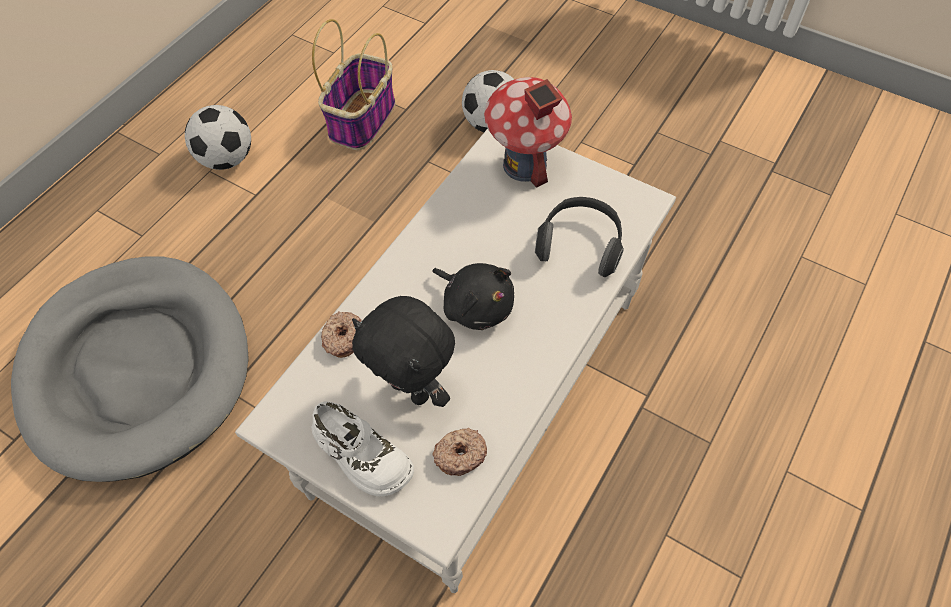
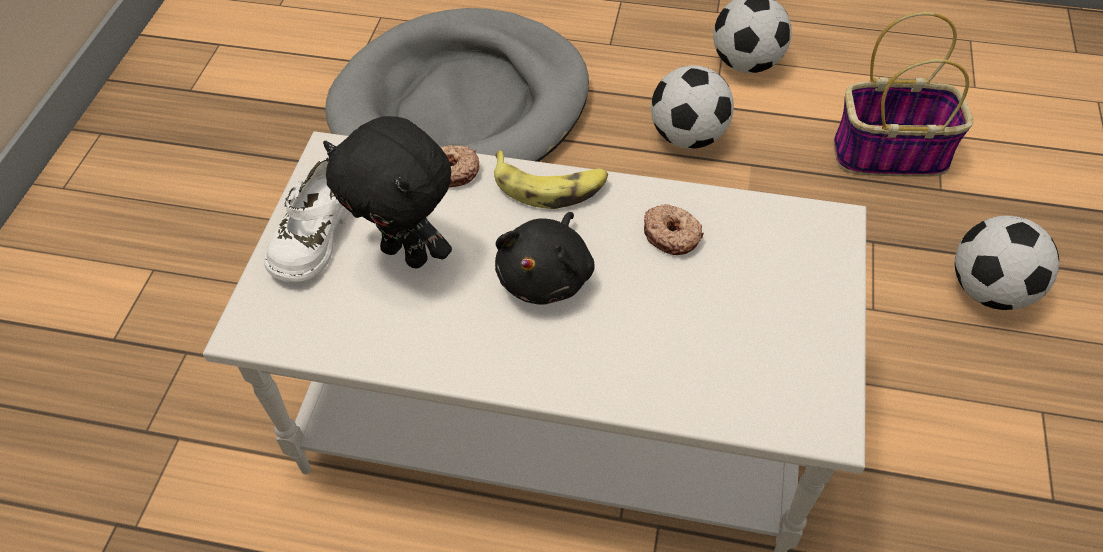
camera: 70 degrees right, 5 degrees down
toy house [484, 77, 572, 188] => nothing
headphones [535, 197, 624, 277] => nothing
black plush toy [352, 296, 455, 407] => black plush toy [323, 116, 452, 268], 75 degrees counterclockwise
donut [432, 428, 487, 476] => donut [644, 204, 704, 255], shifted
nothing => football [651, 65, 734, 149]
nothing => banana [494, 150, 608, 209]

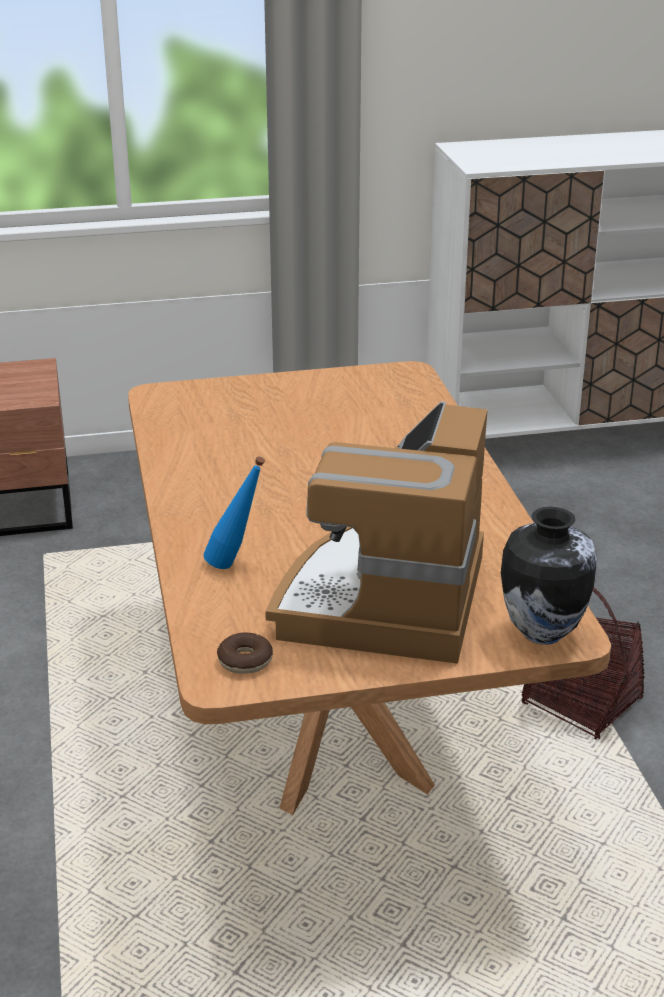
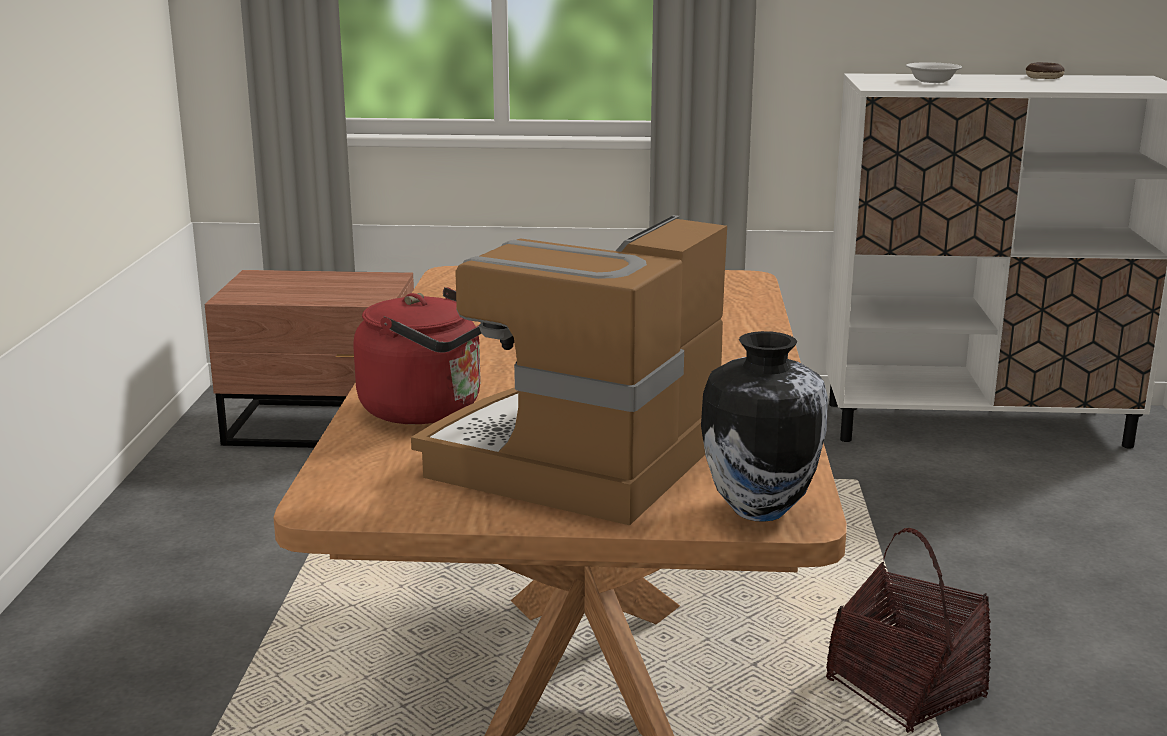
camera: 15 degrees right, 10 degrees down
blue bottle [203, 456, 265, 569] => red kettle [353, 287, 482, 424]
donut [217, 632, 273, 674] => donut [1026, 62, 1065, 79], shifted
nothing => white bowl [906, 62, 962, 83]

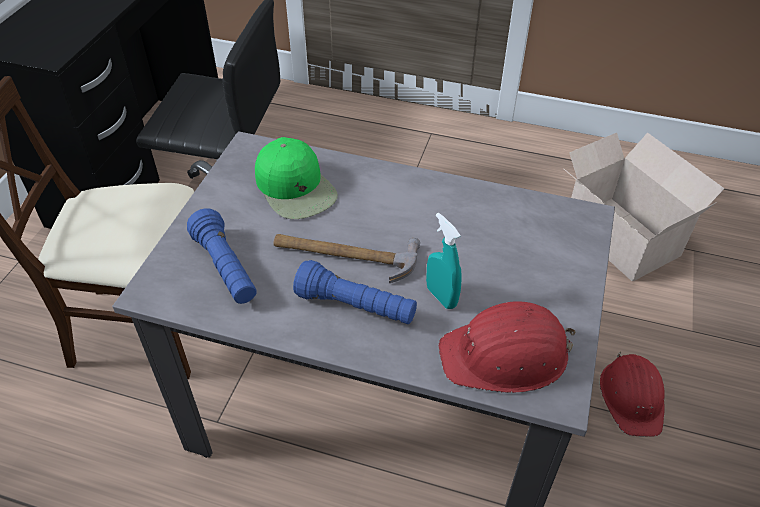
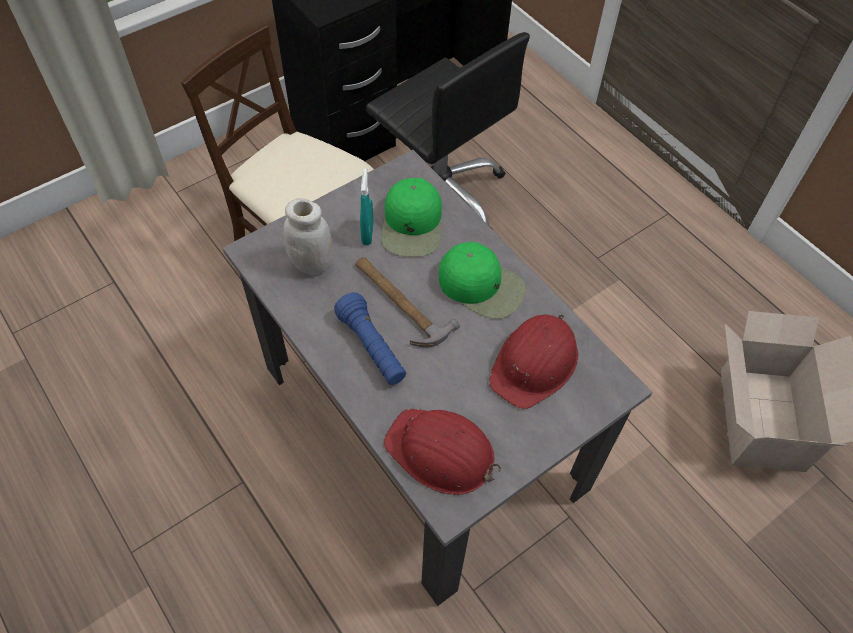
camera: 35 degrees right, 10 degrees up
blue flashlight [187, 208, 257, 304] => white jar [283, 198, 332, 275]
turquoise spray bottle [426, 213, 462, 309] => turquoise spray bottle [360, 168, 374, 245], shifted
red hard hat [600, 351, 665, 437] => red hard hat [489, 314, 579, 409], shifted
nothing => green cap [439, 242, 526, 319]

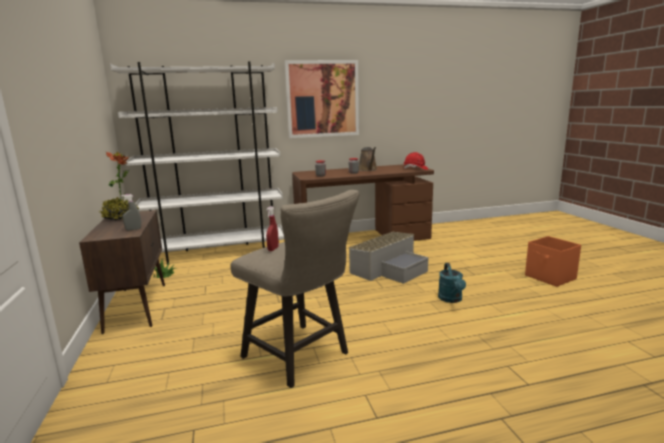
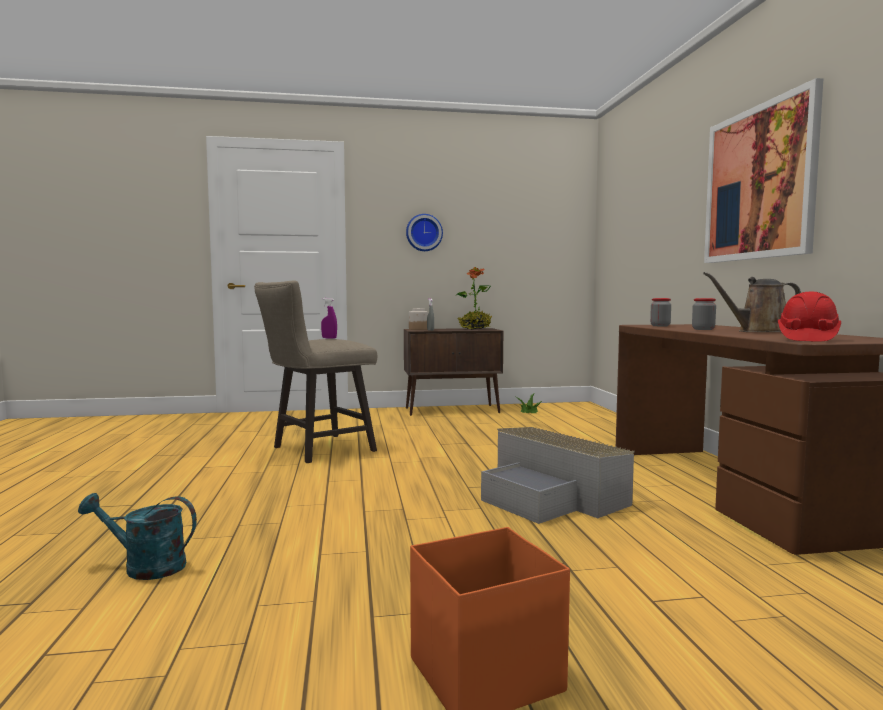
camera: 95 degrees right, 10 degrees down
white bookcase [110, 61, 284, 264] => nothing
red spray bottle [266, 206, 279, 251] => purple spray bottle [321, 298, 337, 339]
turquoise watering can [438, 263, 466, 303] => turquoise watering can [78, 493, 197, 580], shifted
nothing => wall clock [406, 214, 443, 251]
nothing => jar [409, 308, 428, 330]

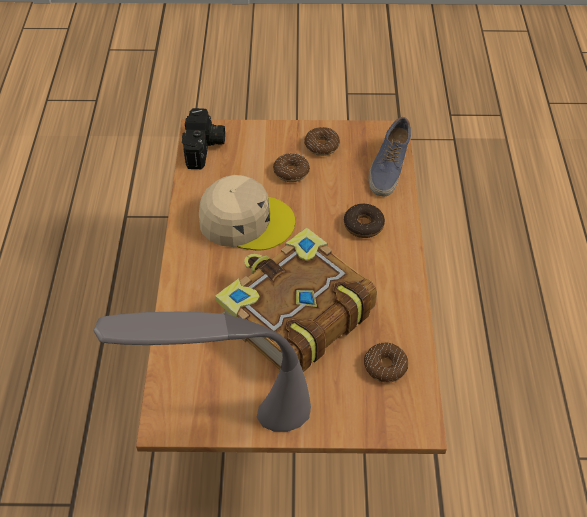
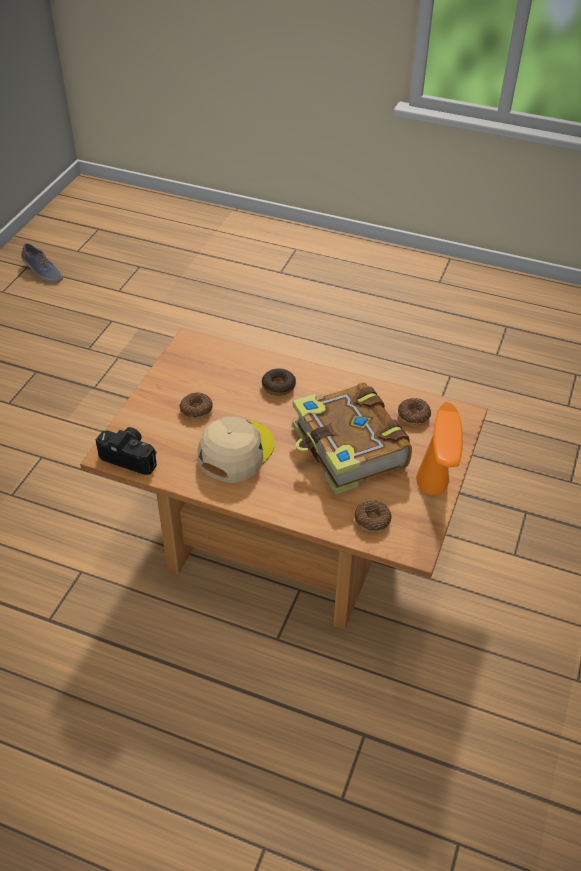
camera: 70 degrees left, 5 degrees down
shoe [368, 117, 411, 196] => shoe [21, 243, 63, 283], shifted
donut [304, 127, 340, 156] => donut [355, 500, 392, 532], shifted
grey table lamp [93, 312, 311, 432] => orange table lamp [416, 402, 463, 495]

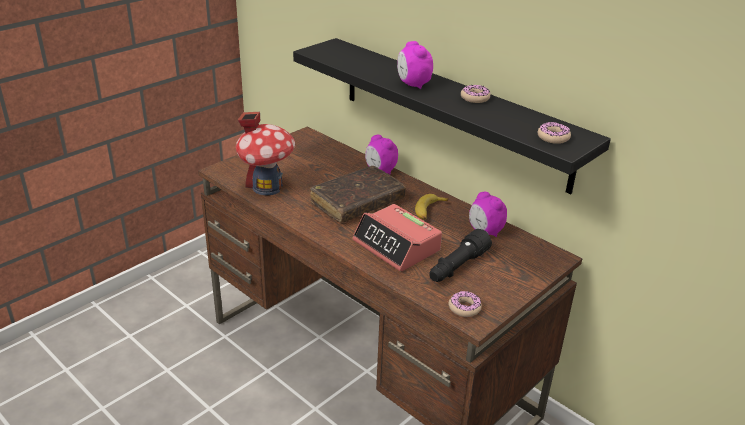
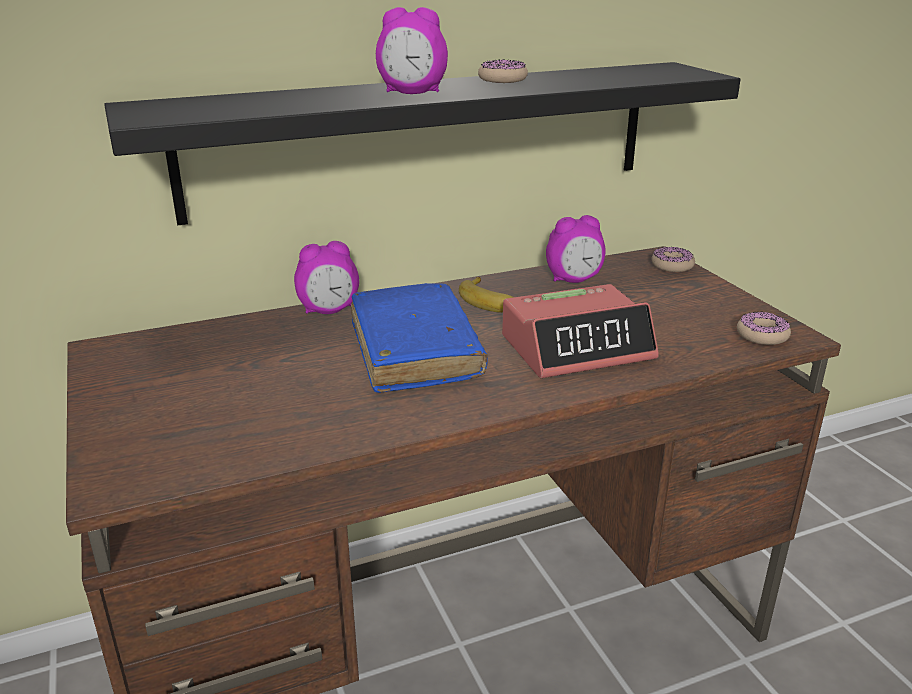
camera: 65 degrees left, 5 degrees down
toy house [236, 112, 295, 195] => nothing
donut [538, 122, 571, 144] => donut [651, 247, 695, 272], shifted
brown book [310, 166, 406, 223] => blue book [351, 283, 488, 393]
black flashlight [429, 229, 492, 282] => nothing

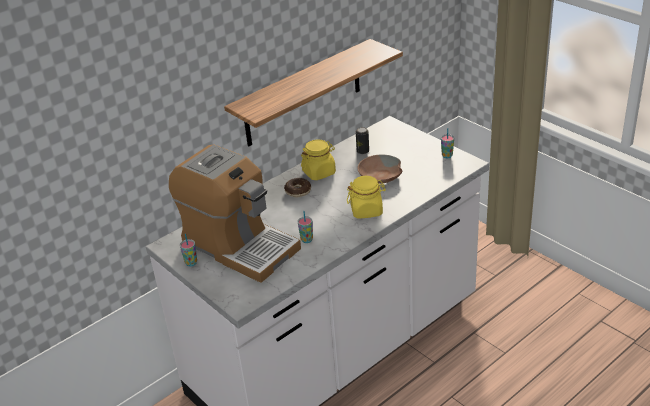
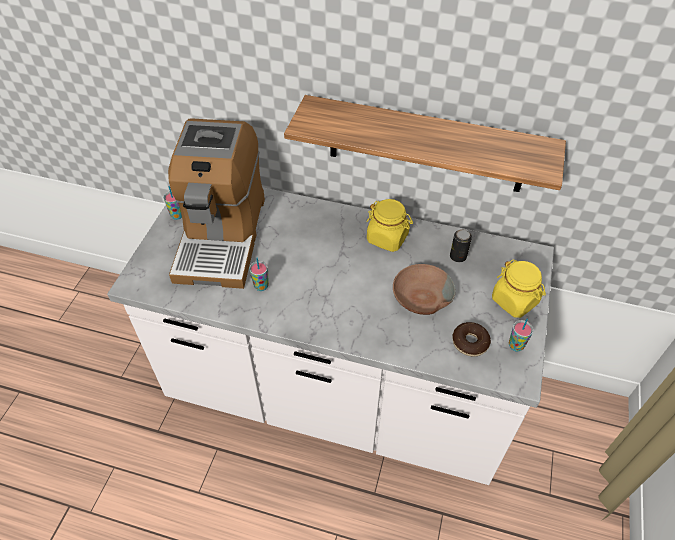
camera: 55 degrees right, 15 degrees up
yellow jar [347, 176, 386, 219] => yellow jar [492, 259, 546, 318], shifted
donut [284, 178, 311, 197] => donut [452, 322, 491, 357], shifted

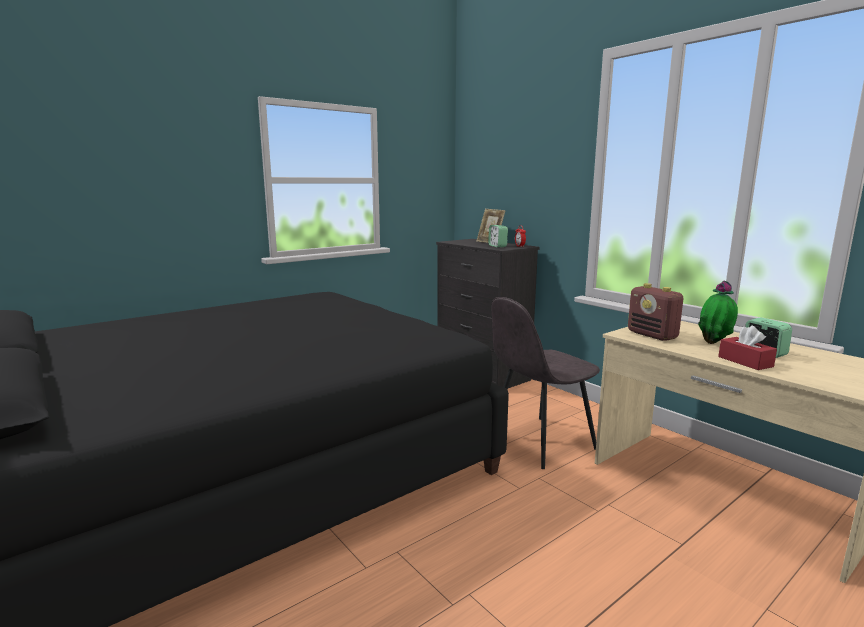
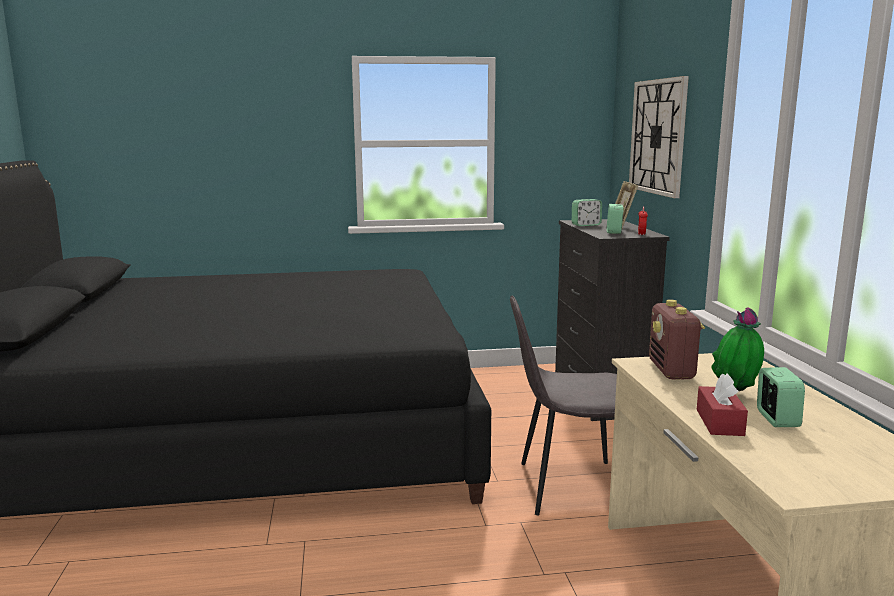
camera: 30 degrees right, 0 degrees up
nothing => wall clock [629, 76, 689, 198]
nothing => alarm clock [572, 199, 602, 226]

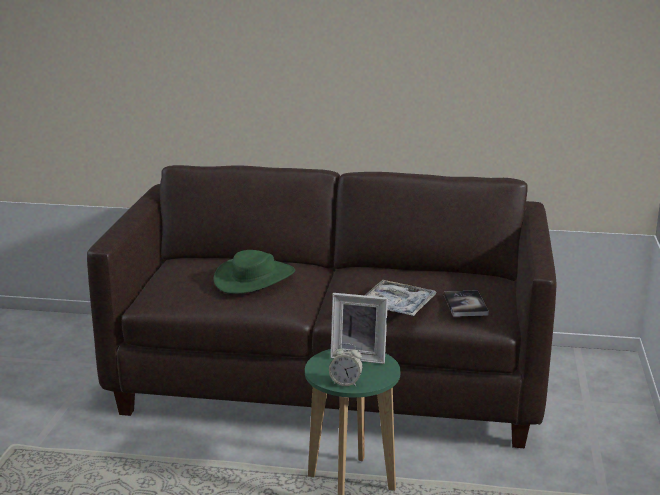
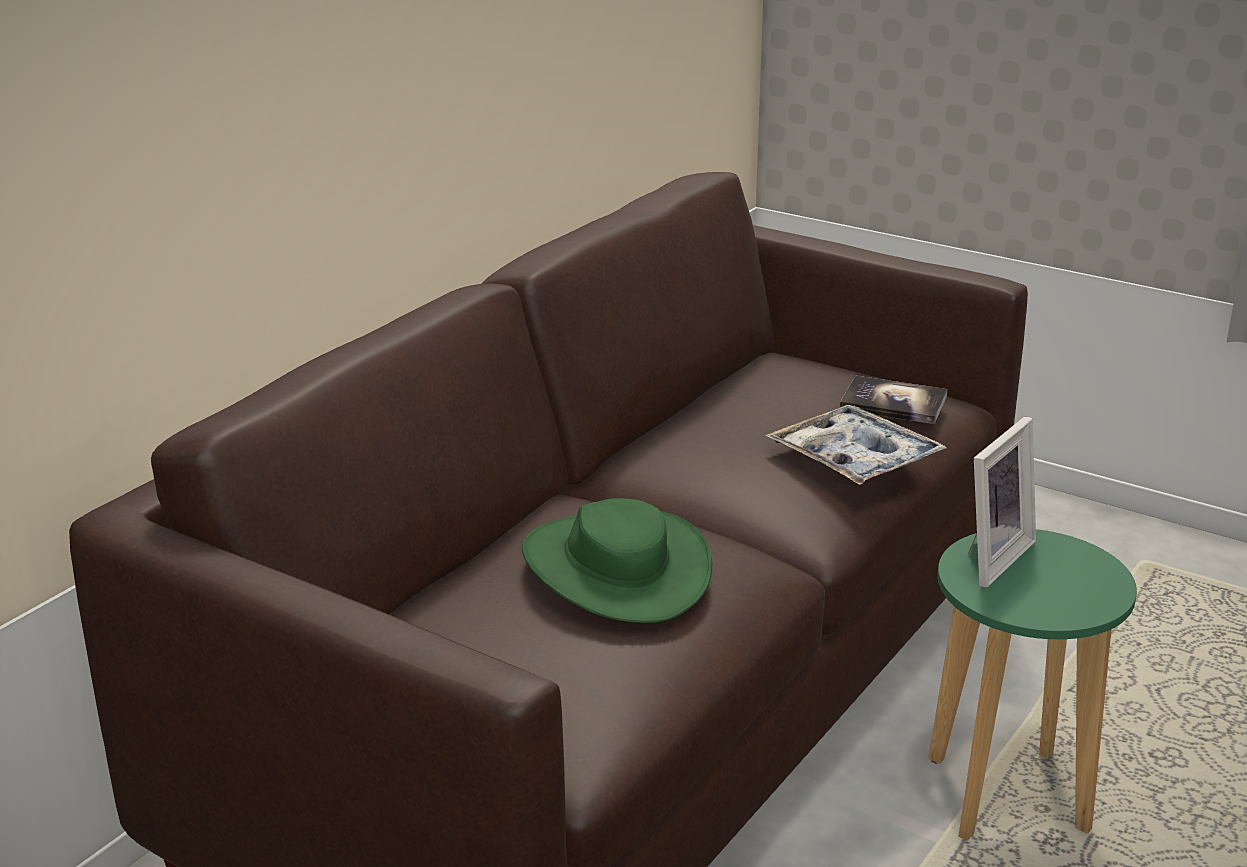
camera: 65 degrees left, 5 degrees up
alarm clock [329, 343, 363, 387] => nothing

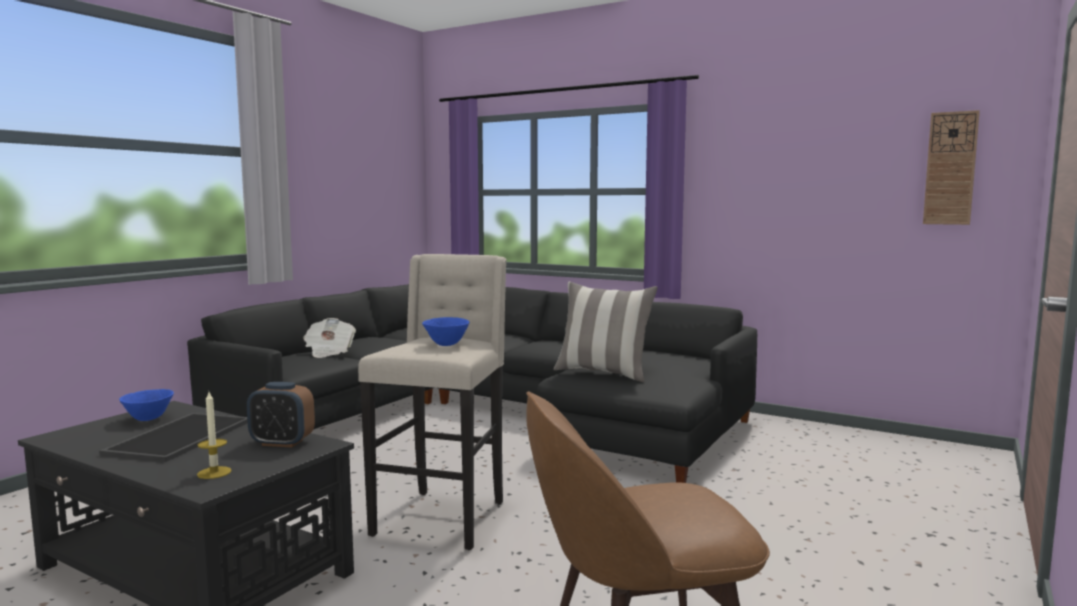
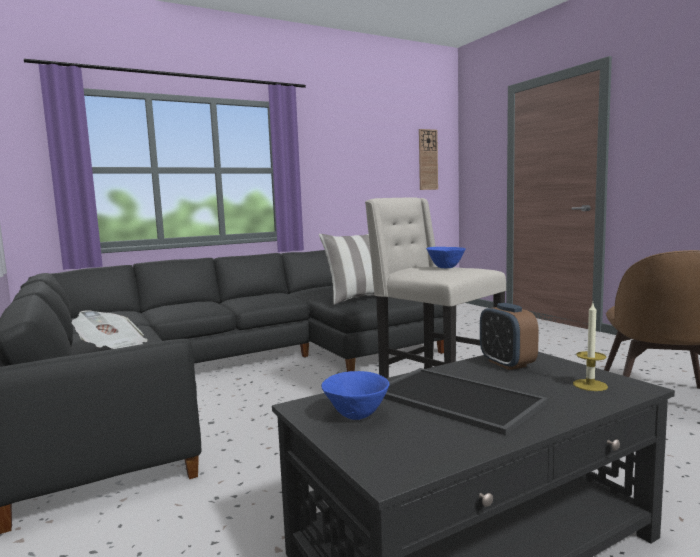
camera: 60 degrees left, 0 degrees up
alarm clock [247, 382, 315, 447] => alarm clock [480, 303, 539, 370], 120 degrees clockwise

